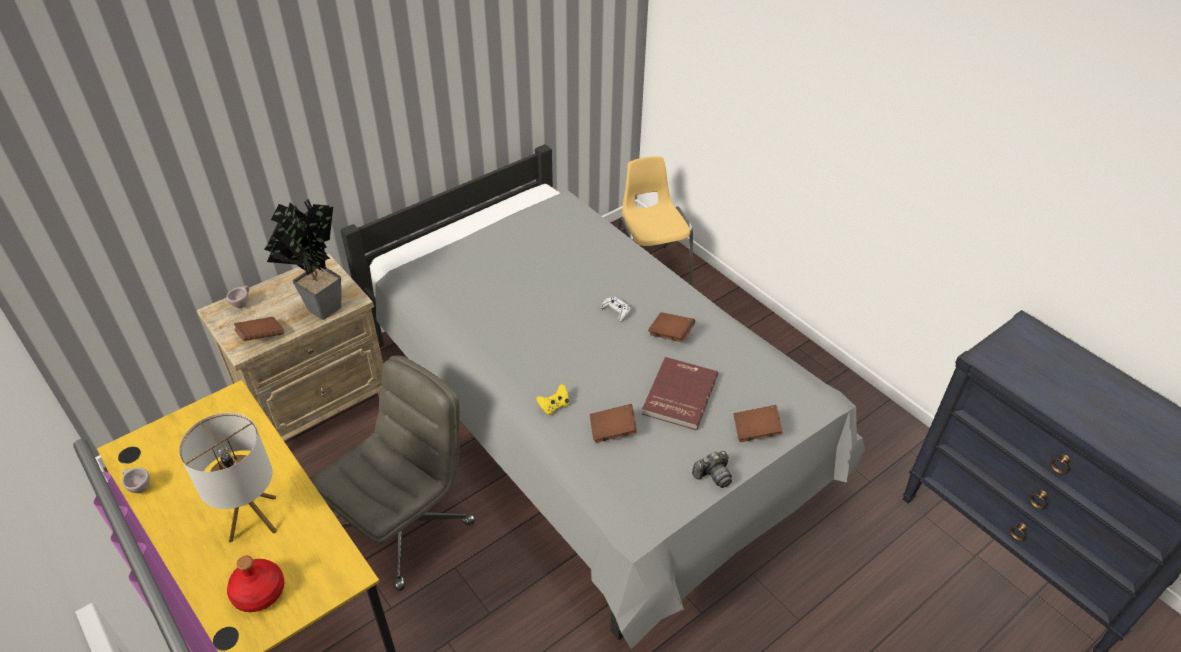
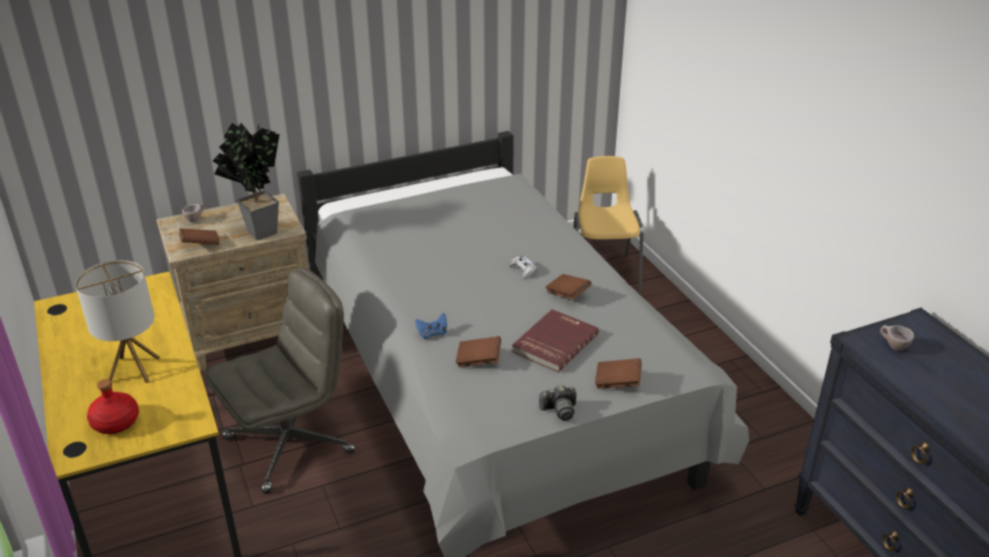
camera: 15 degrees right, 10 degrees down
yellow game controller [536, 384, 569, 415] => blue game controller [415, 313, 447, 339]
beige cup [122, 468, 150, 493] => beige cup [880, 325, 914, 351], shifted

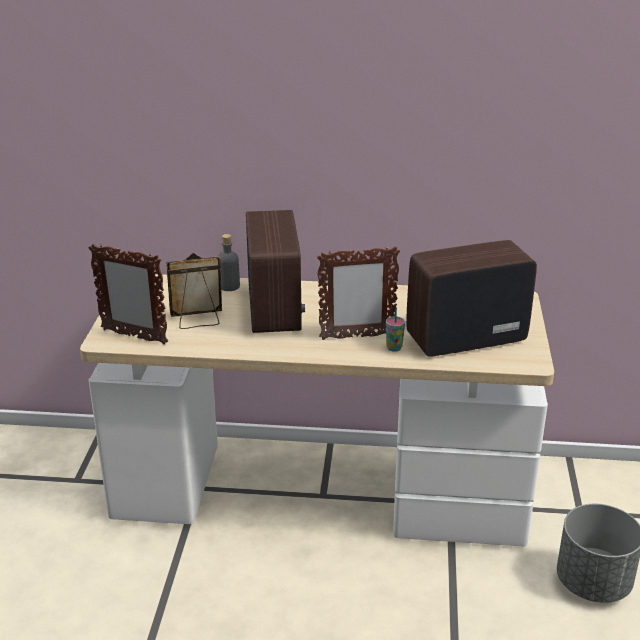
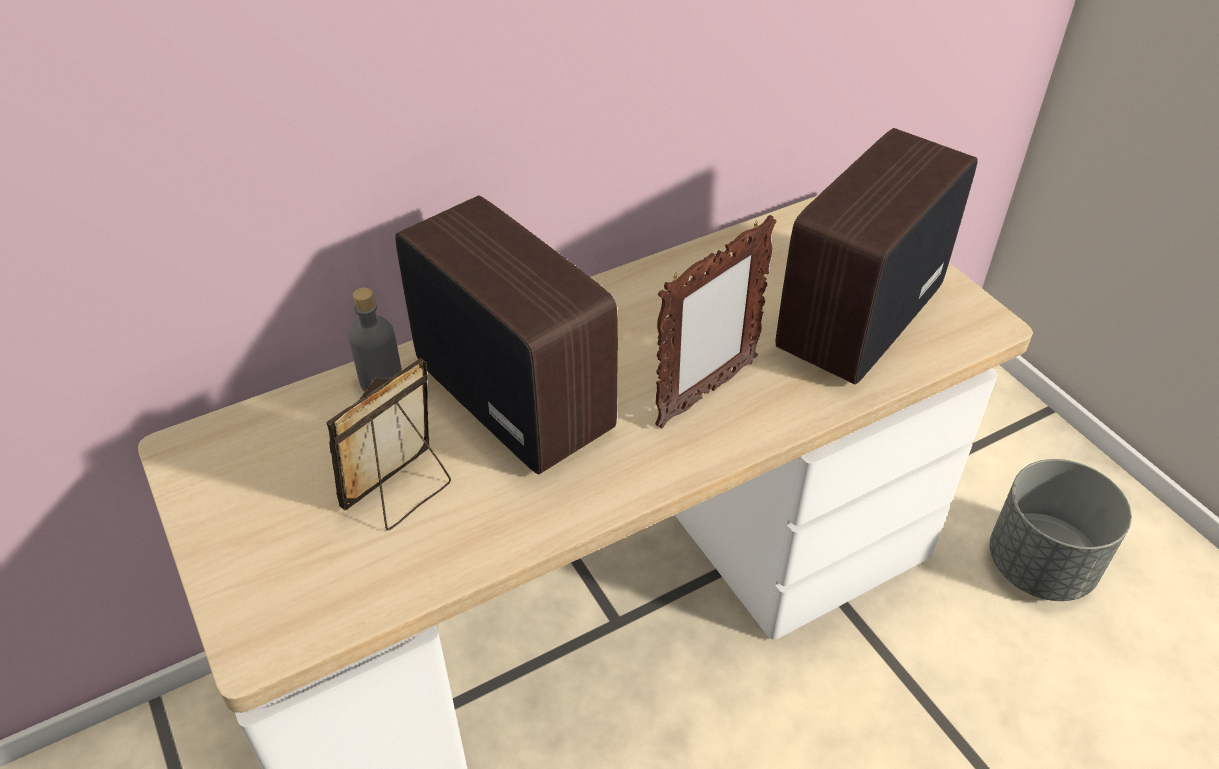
camera: 35 degrees left, 15 degrees up
picture frame [89, 244, 168, 344] => nothing
cup [386, 307, 405, 352] => nothing

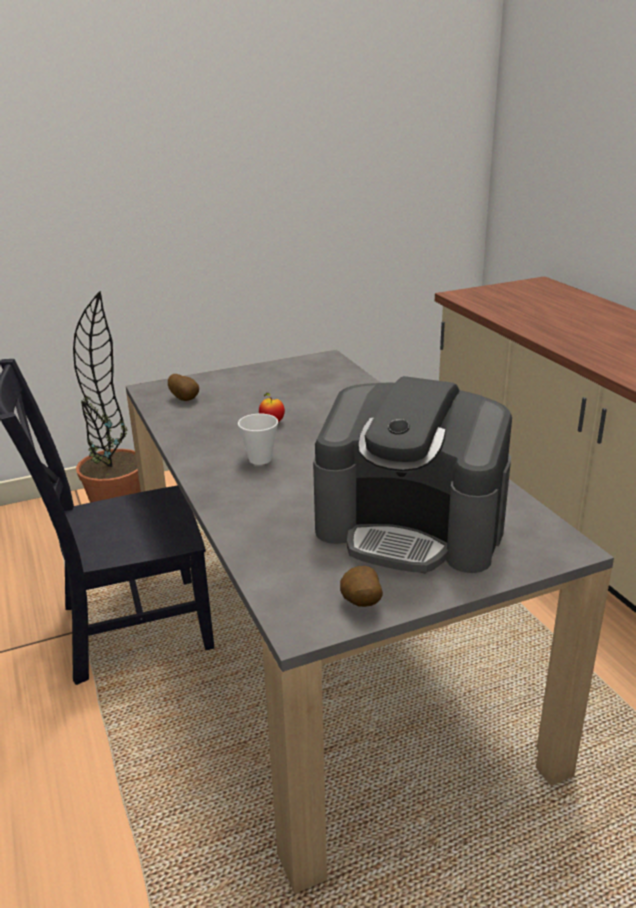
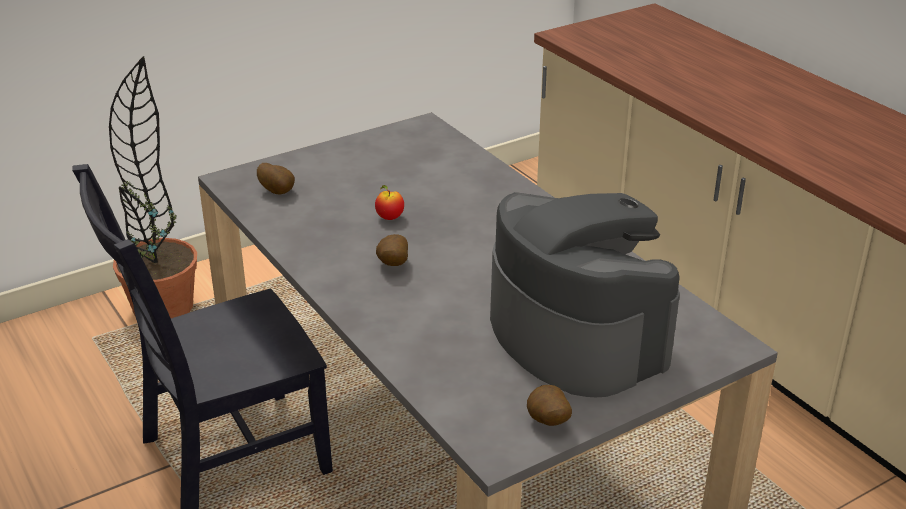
camera: 10 degrees left, 5 degrees up
coffee machine [313, 376, 512, 573] => coffee machine [490, 192, 680, 397], 135 degrees counterclockwise
cup [238, 414, 278, 465] => potato [376, 234, 408, 266]

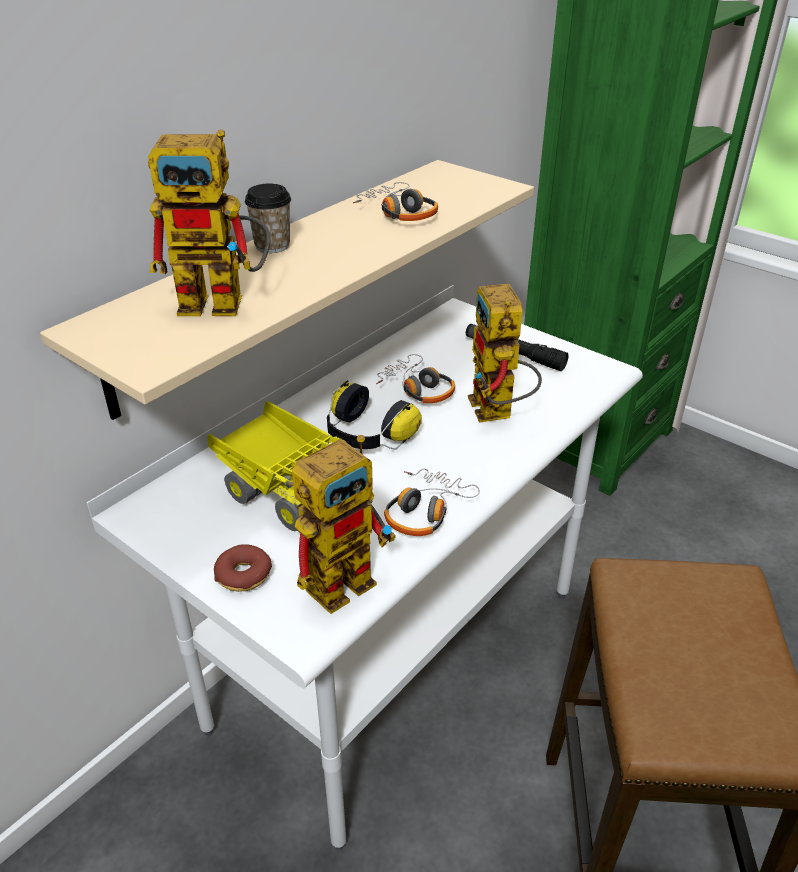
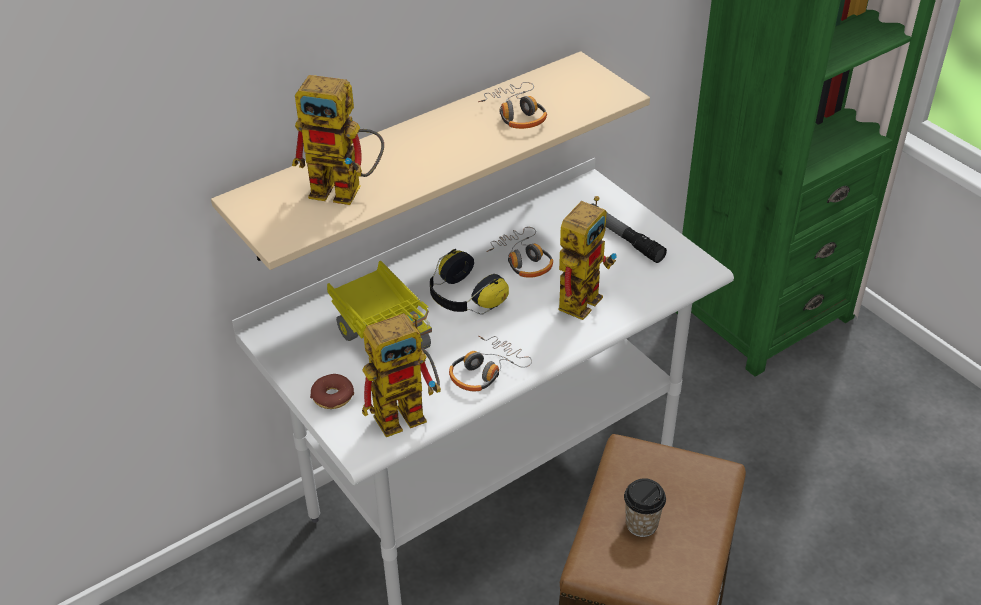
camera: 15 degrees right, 5 degrees up
cup [245, 184, 291, 253] => cup [624, 478, 666, 537], shifted
toy robot [468, 283, 542, 423] => toy robot [559, 196, 617, 320], 150 degrees counterclockwise

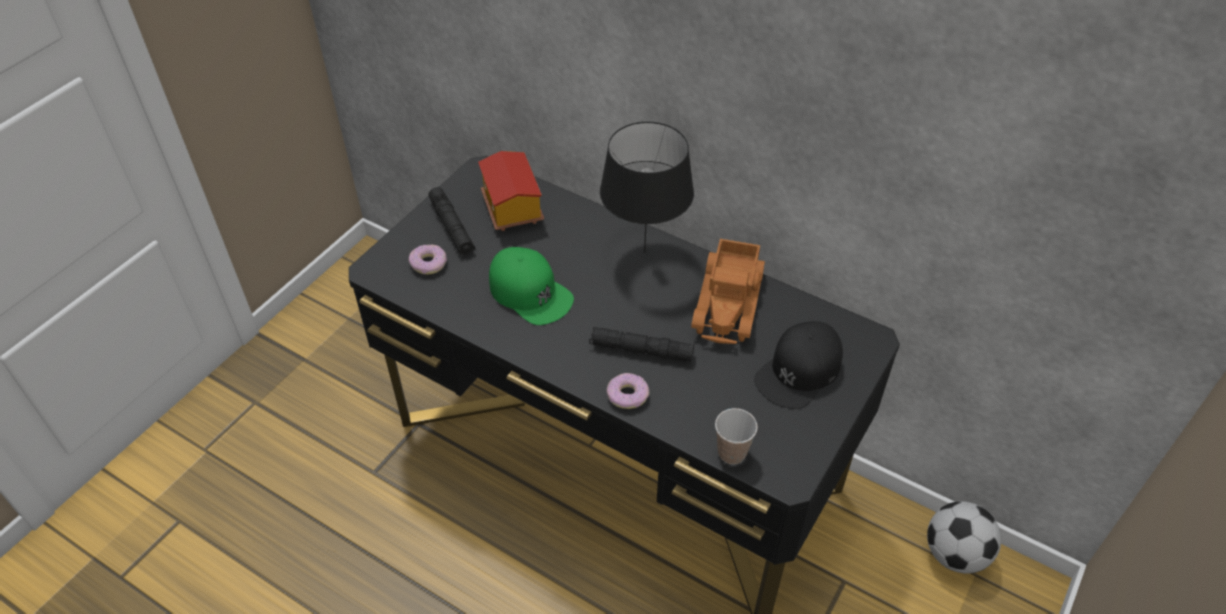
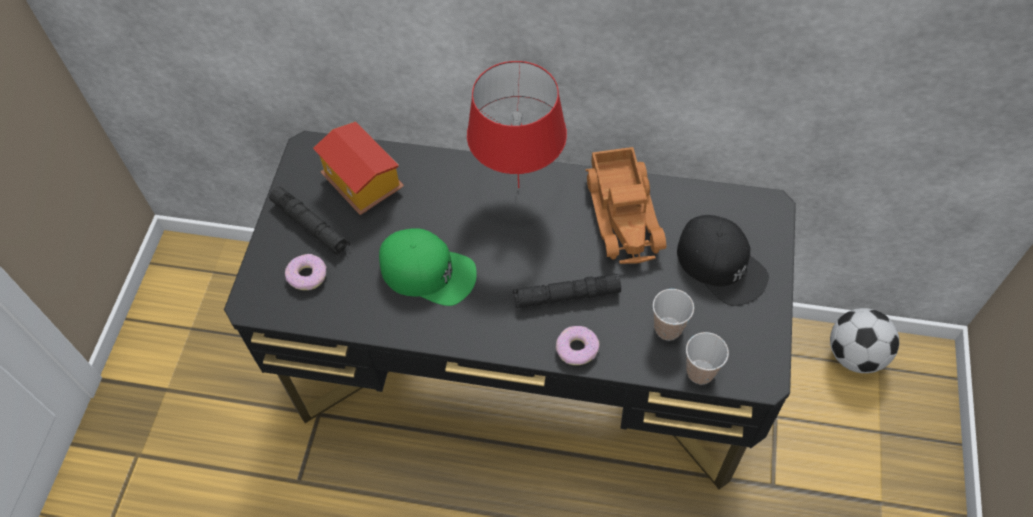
camera: 20 degrees left, 10 degrees up
black table lamp [600, 122, 694, 253] => red table lamp [467, 61, 567, 188]
black cap [754, 321, 843, 409] => black cap [677, 215, 769, 306], 60 degrees counterclockwise
nothing => cup [653, 289, 694, 340]

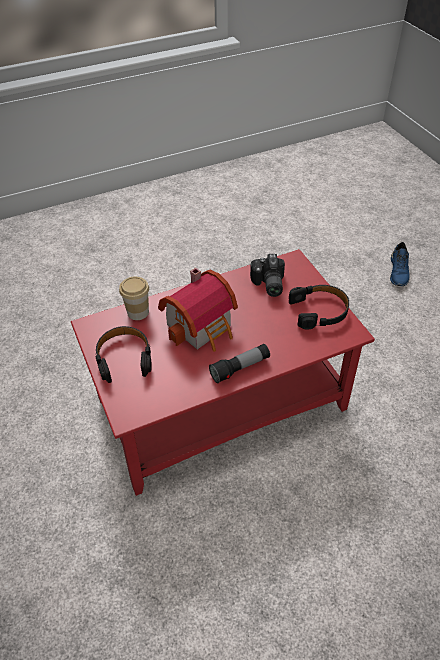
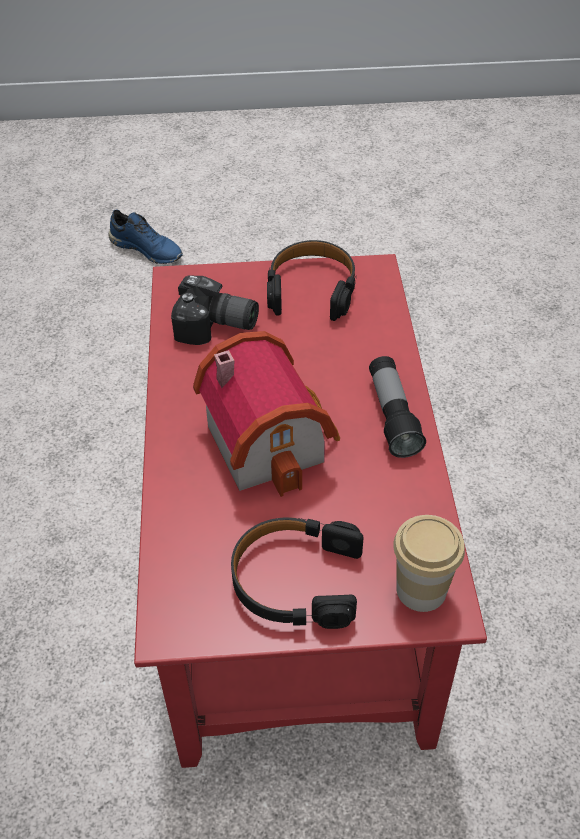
camera: 70 degrees left, 0 degrees up
cup [119, 277, 149, 320] => cup [393, 515, 465, 612], shifted

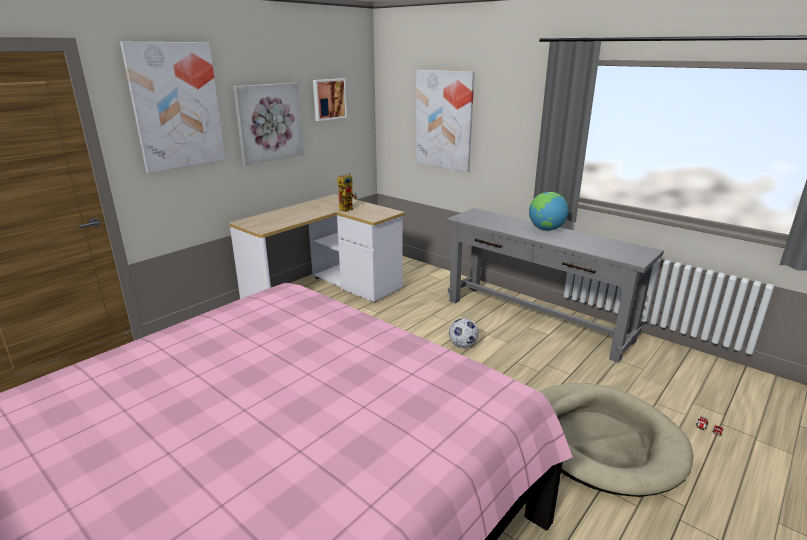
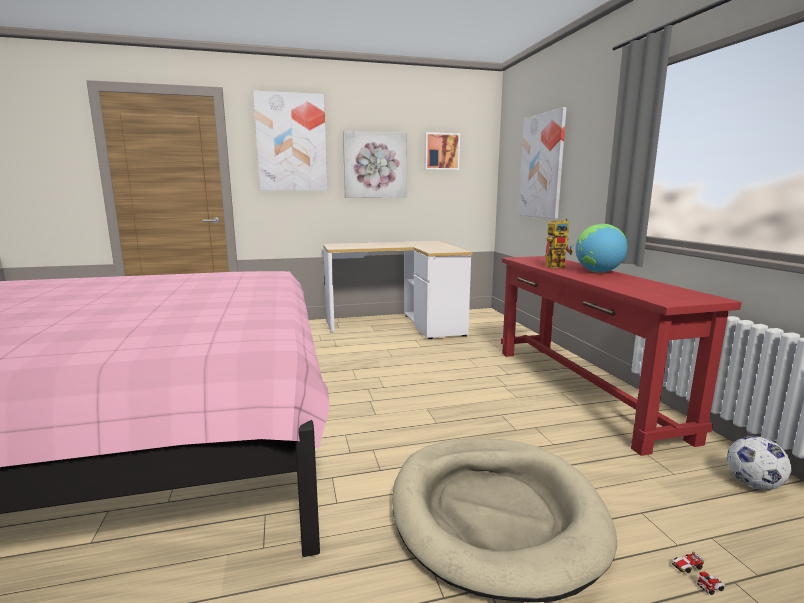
camera: 35 degrees right, 10 degrees down
toy robot [337, 173, 357, 212] => toy robot [545, 218, 573, 269], shifted
grey console table [446, 208, 664, 363] => red console table [501, 256, 742, 456]
football [449, 318, 479, 348] => football [727, 436, 792, 490], shifted

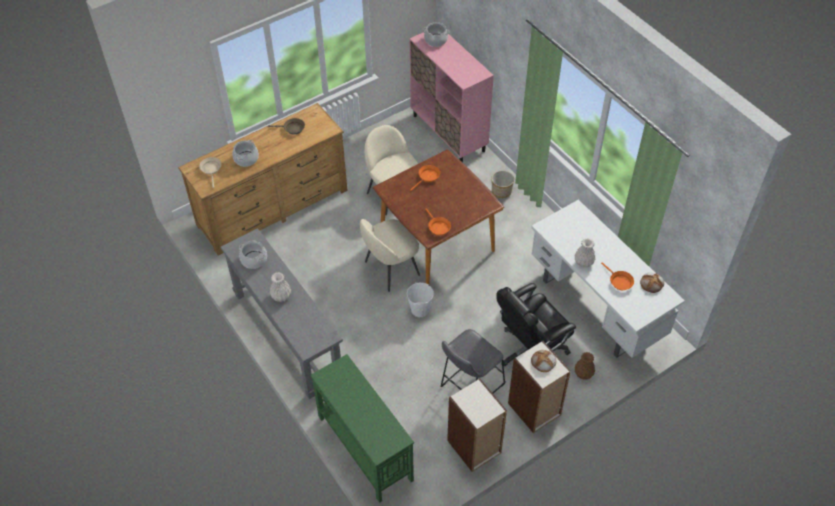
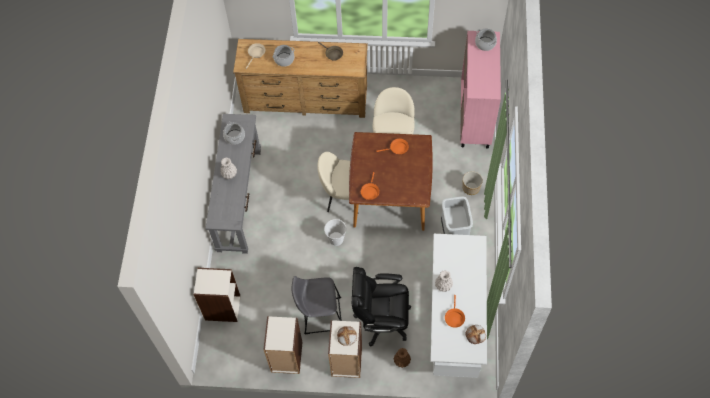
camera: 40 degrees right, 10 degrees up
green console table [310, 354, 414, 503] => bookcase [193, 268, 241, 322]
nothing => grey trash can [441, 196, 473, 235]

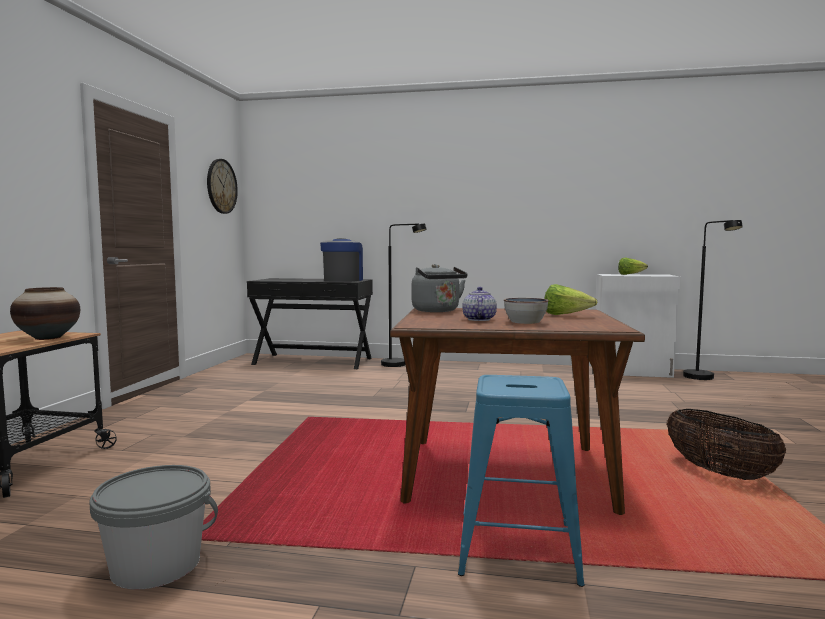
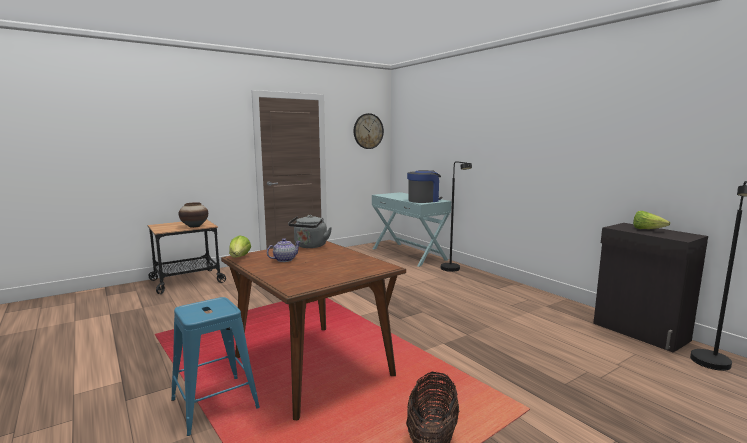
camera: 45 degrees right, 5 degrees up
white cabinet [596, 274, 680, 378] => black cabinet [593, 223, 708, 352]
black console table [247, 278, 373, 369] => turquoise console table [372, 192, 451, 267]
lettuce [544, 284, 597, 315] => lettuce [229, 235, 251, 257], shifted
bowl [504, 298, 549, 324] => nothing
grey bucket [89, 465, 218, 590] => nothing

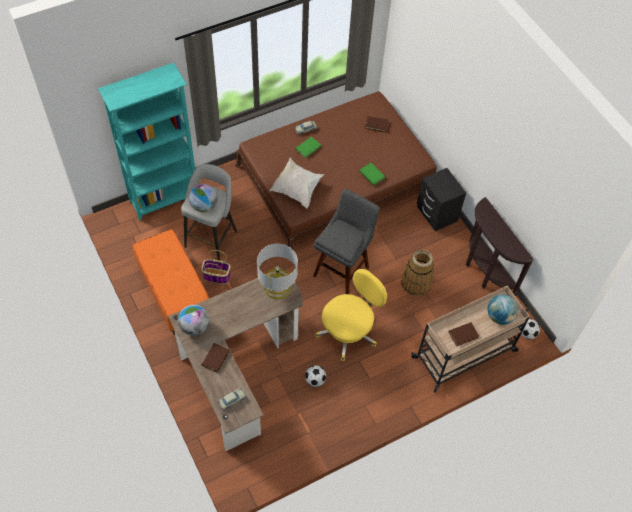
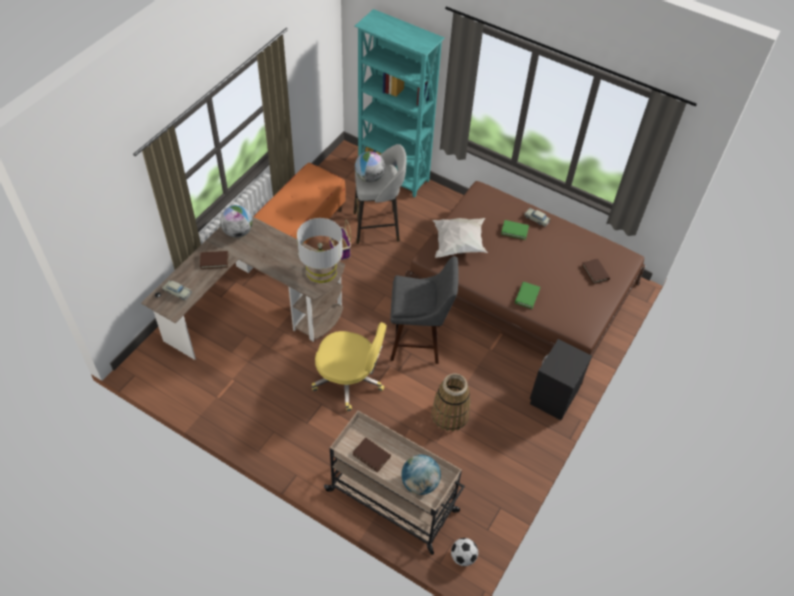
camera: 60 degrees right, 5 degrees down
brown console table [466, 197, 534, 296] => nothing
football [305, 365, 326, 387] => nothing

